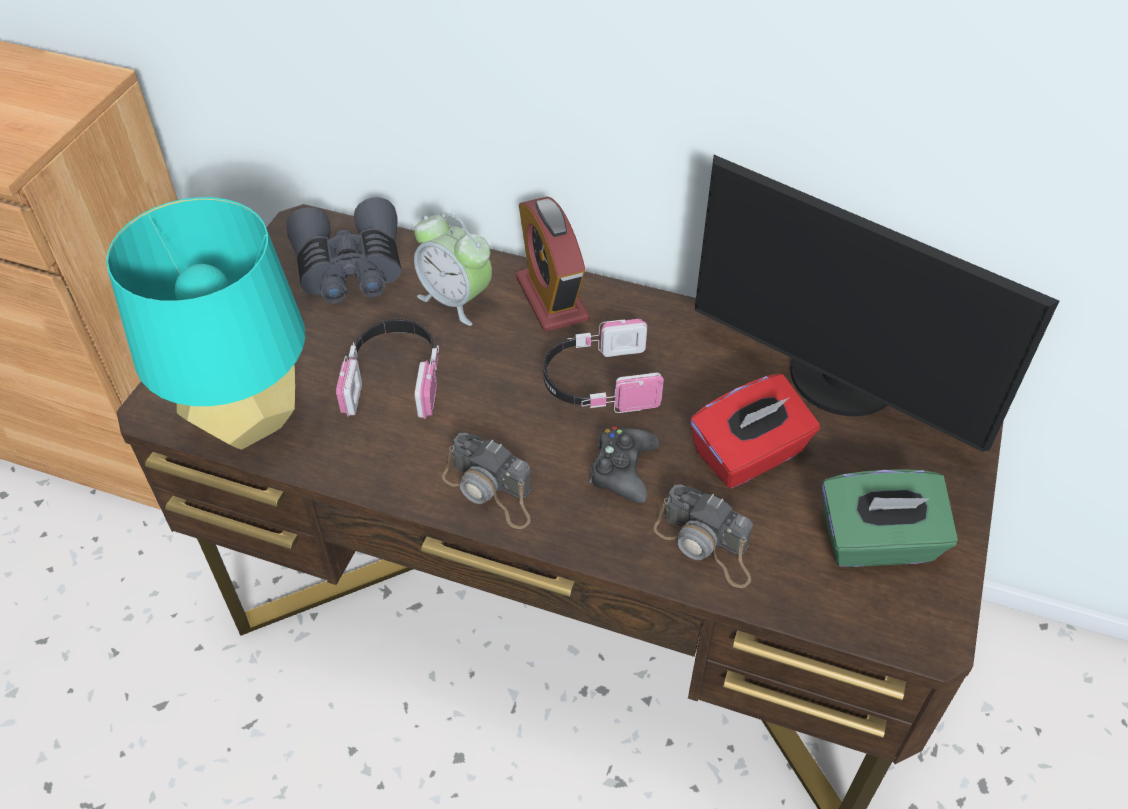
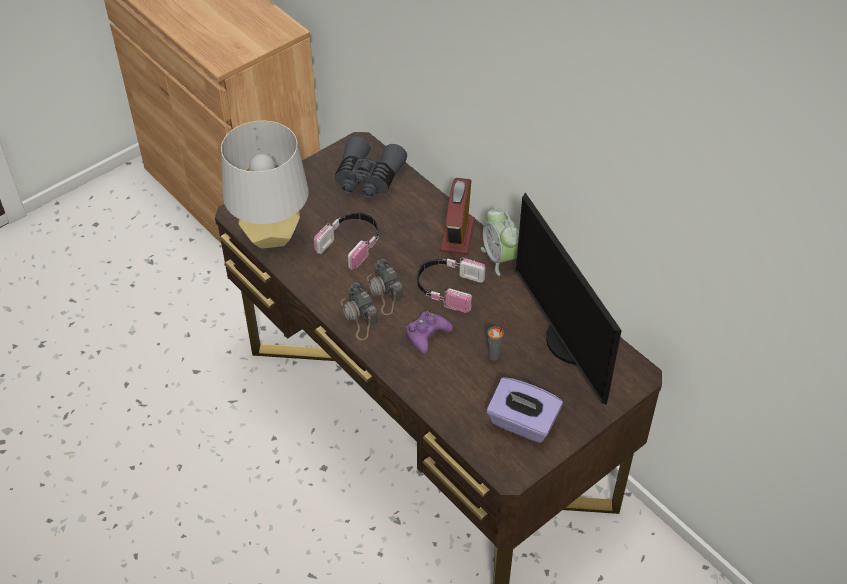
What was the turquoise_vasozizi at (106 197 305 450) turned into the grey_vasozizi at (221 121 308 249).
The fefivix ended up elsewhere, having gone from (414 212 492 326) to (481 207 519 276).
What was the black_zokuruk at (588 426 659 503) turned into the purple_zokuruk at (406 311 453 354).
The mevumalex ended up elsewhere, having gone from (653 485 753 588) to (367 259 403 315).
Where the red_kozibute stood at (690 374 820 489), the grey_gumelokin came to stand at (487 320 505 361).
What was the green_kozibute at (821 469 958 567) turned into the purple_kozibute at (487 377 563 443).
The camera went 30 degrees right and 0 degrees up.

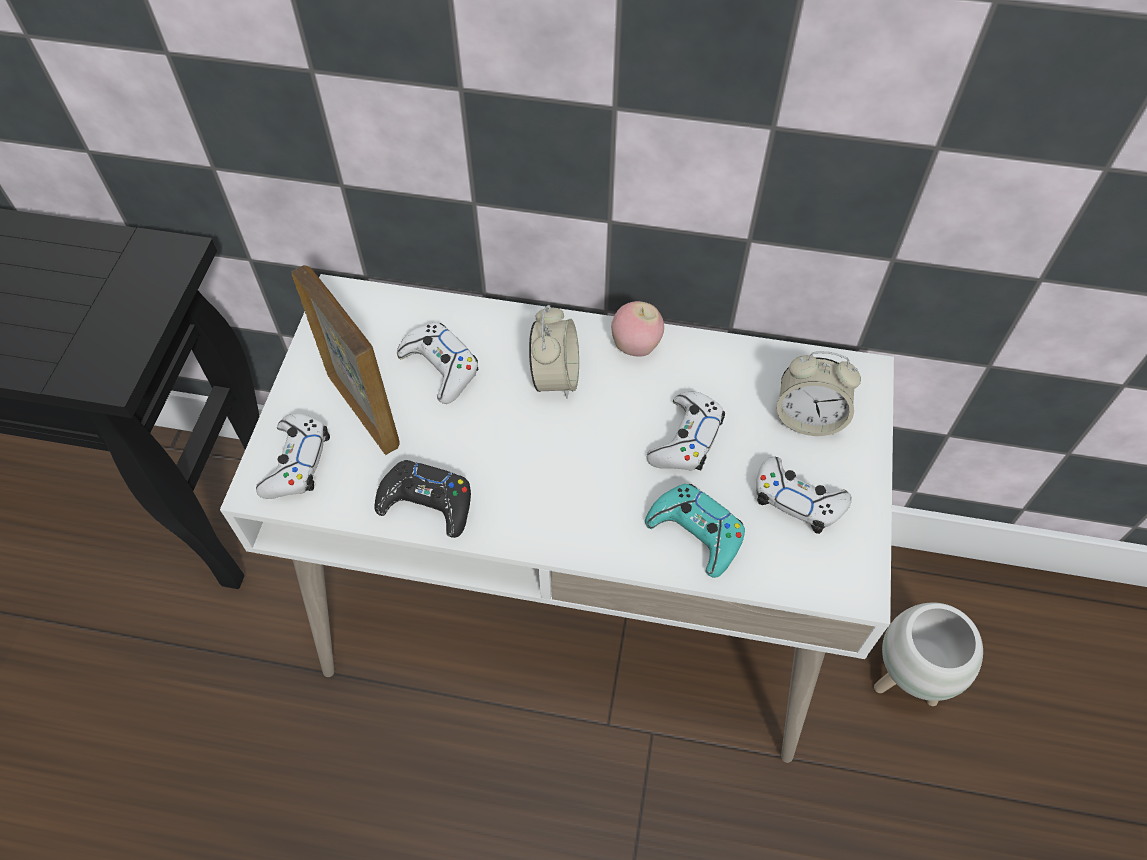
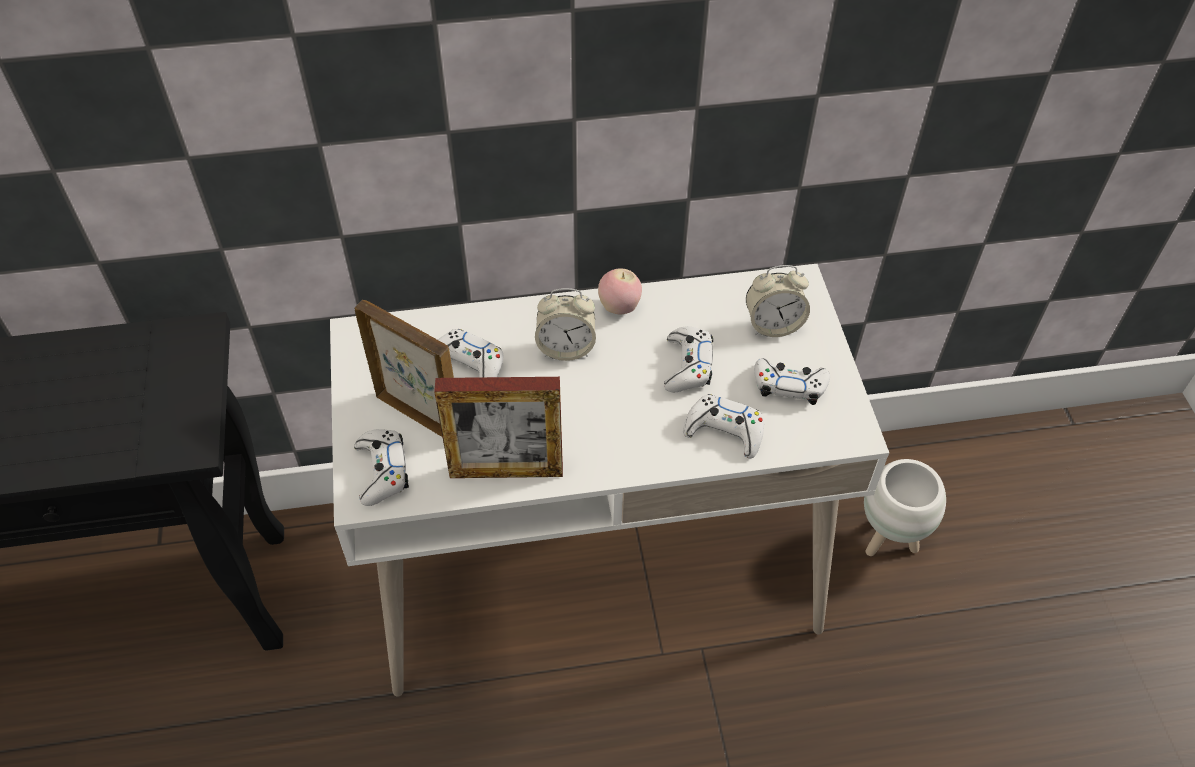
Where the black_zokuruk stood at (375 460 471 538), the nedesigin came to stand at (434 377 563 478).
The fefivix at (529 305 579 399) ended up facing another way, 105 degrees clockwise from before.
What was the turquoise_zokuruk at (645 484 745 578) turned into the white_zokuruk at (683 394 764 459).
The camera went 20 degrees left and 5 degrees down.

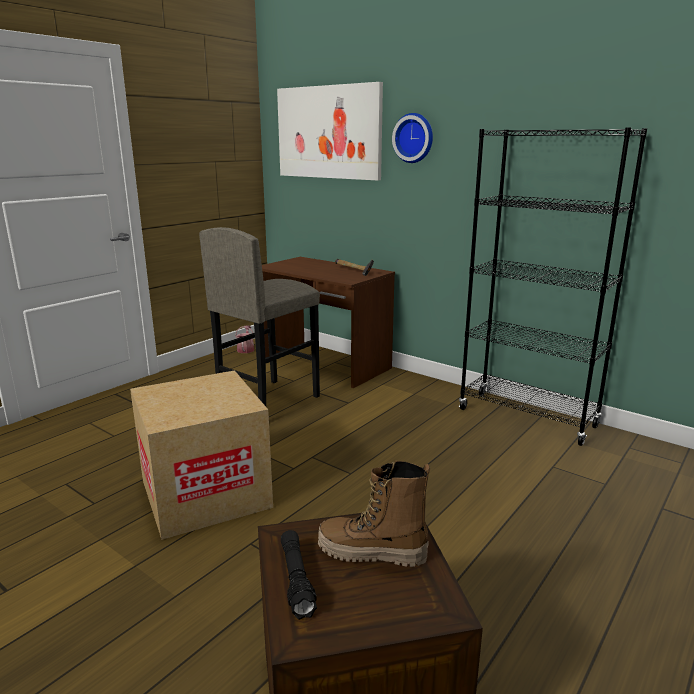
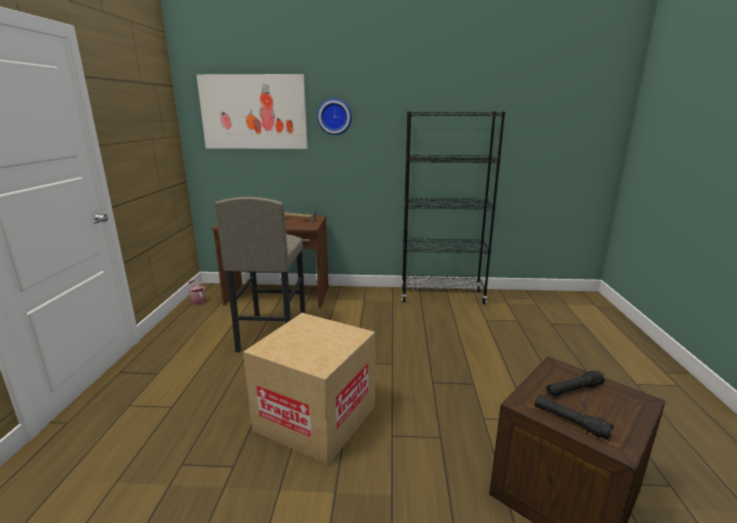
Where the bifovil stood at (318 461 430 567), the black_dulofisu came to stand at (546 370 605 397).
The camera went 35 degrees left and 0 degrees up.

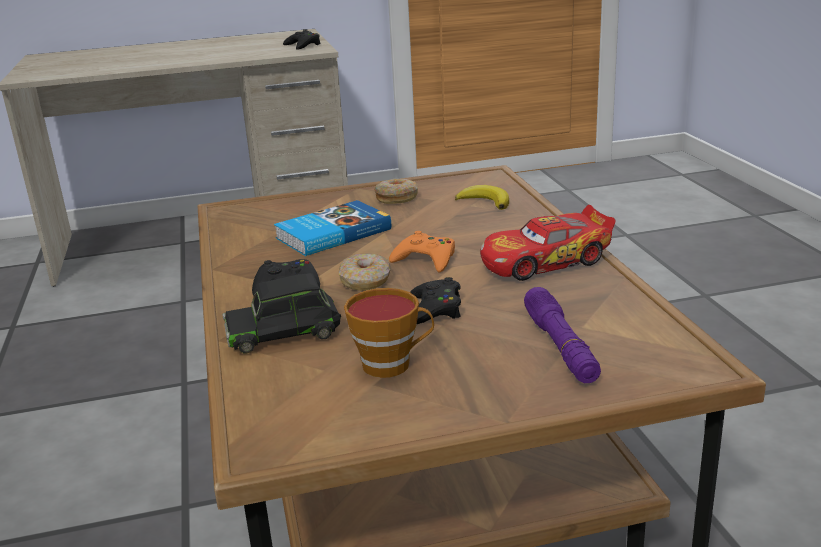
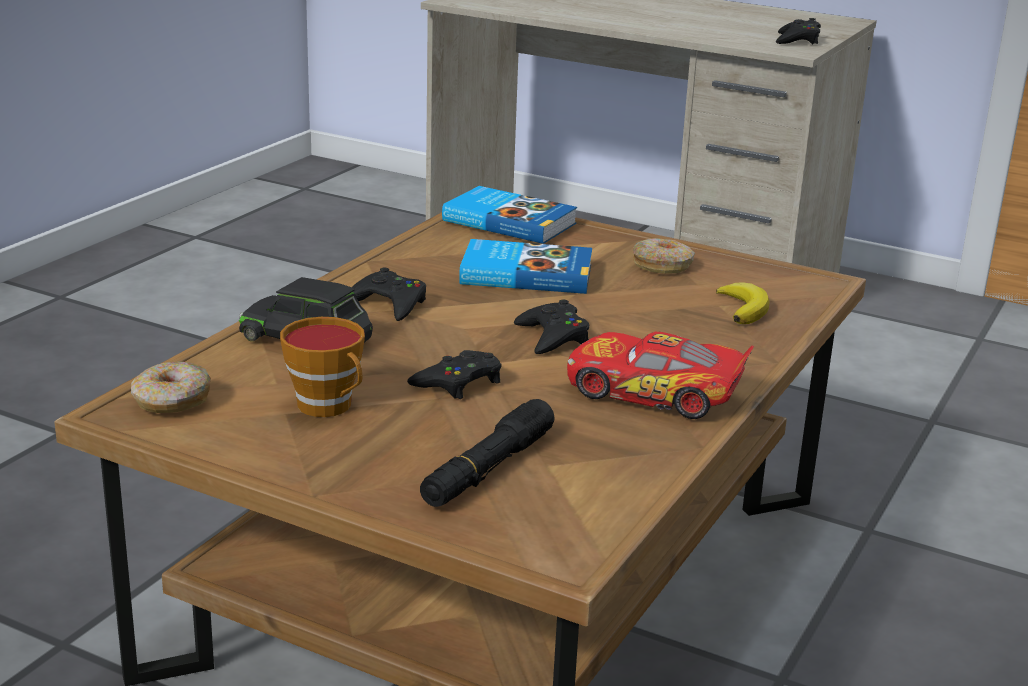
The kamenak ended up elsewhere, having gone from (339 253 391 291) to (131 362 211 413).
What was the orange_zokuruk at (389 231 455 273) turned into the black_zokuruk at (514 300 589 354).
What was the purple_dulofisu at (524 287 601 383) turned into the black_dulofisu at (420 399 554 507).
The second view gained the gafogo at (442 186 577 244).
The camera went 40 degrees right and 0 degrees up.

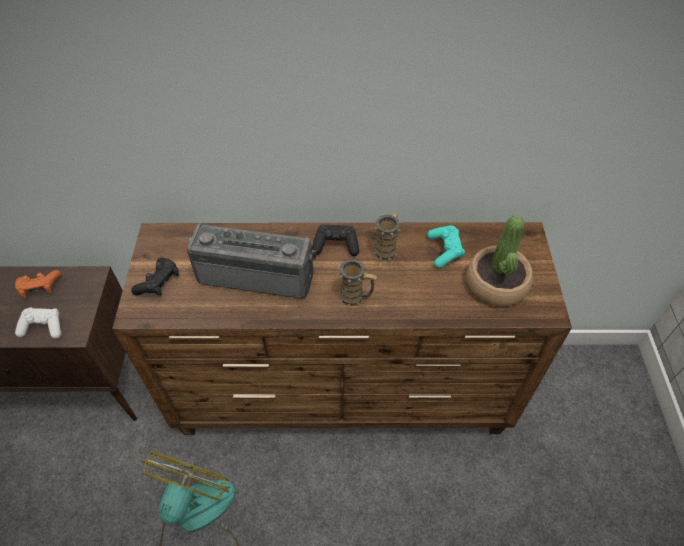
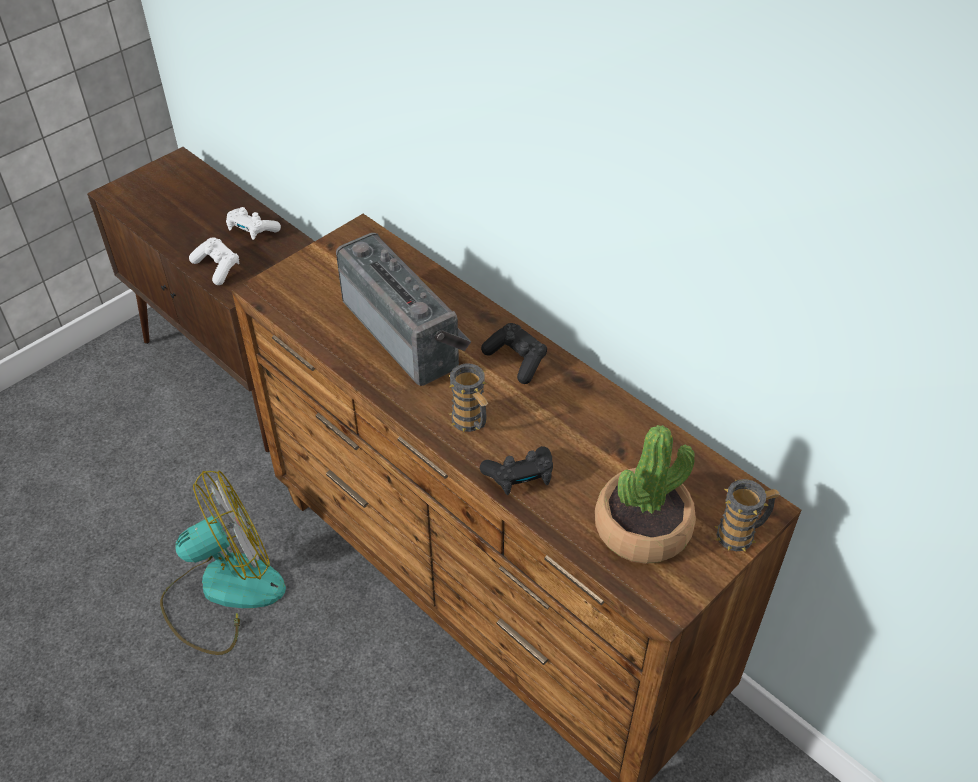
What was the orange_zokuruk at (15 270 61 298) turned into the white_zokuruk at (226 207 281 240).
The black_zokuruk ended up elsewhere, having gone from (131 258 179 296) to (480 446 553 495).
The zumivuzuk ended up elsewhere, having gone from (373 213 400 260) to (715 479 780 552).
The second view lost the turquoise_zokuruk at (427 225 465 269).
The camera went 45 degrees right and 5 degrees down.

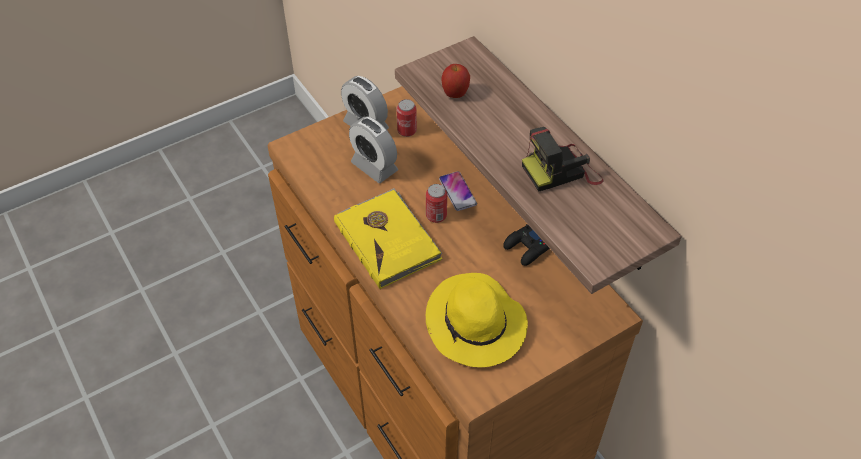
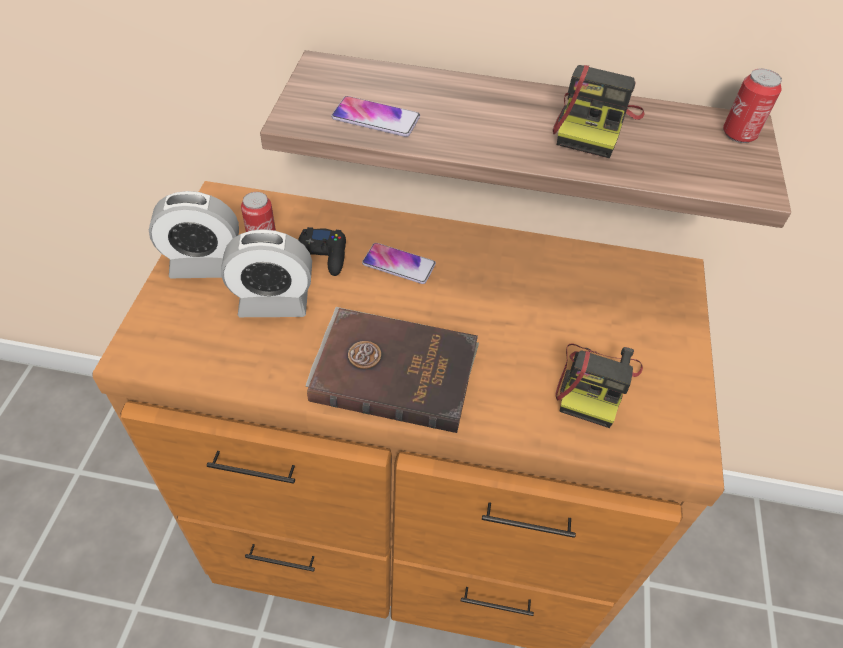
What was the yellow_gafogo at (334 188 442 289) turned into the brown_gafogo at (306 307 479 433).
The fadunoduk ended up elsewhere, having gone from (426 184 447 223) to (723 68 782 143).
Where the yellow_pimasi stood at (426 273 528 367), the mevumalex came to stand at (556 343 643 428).
Where the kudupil stood at (442 64 470 98), the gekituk came to stand at (331 96 420 137).
The black_zokuruk ended up elsewhere, having gone from (503 224 549 266) to (298 227 346 276).
The camera went 50 degrees left and 0 degrees up.

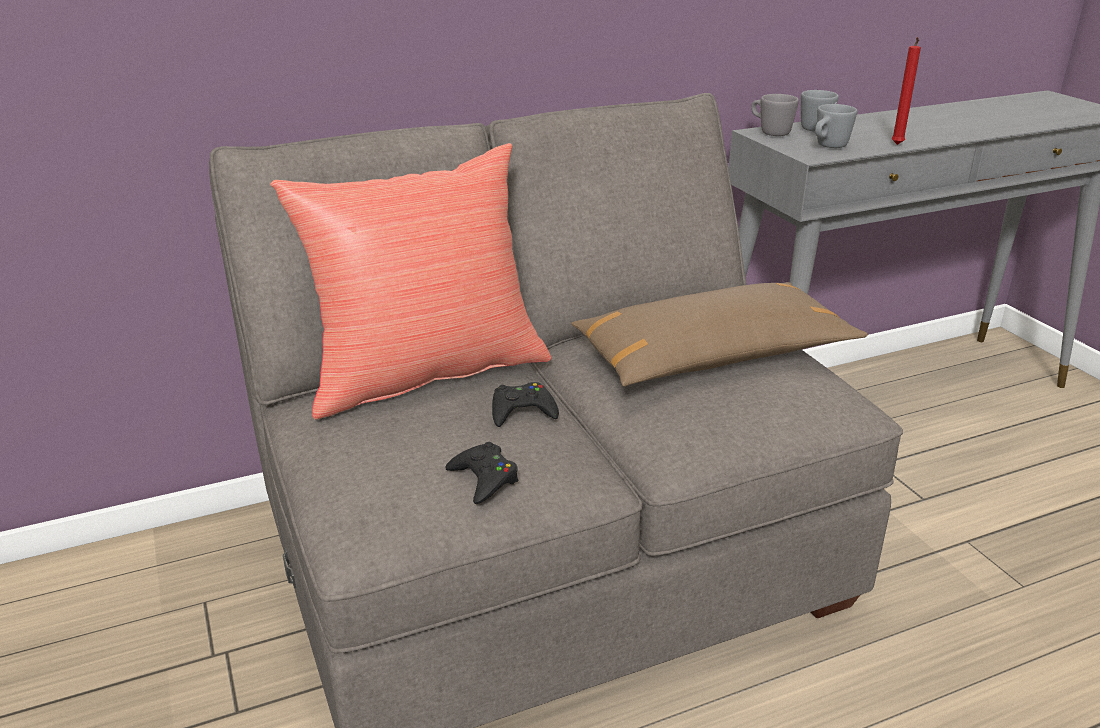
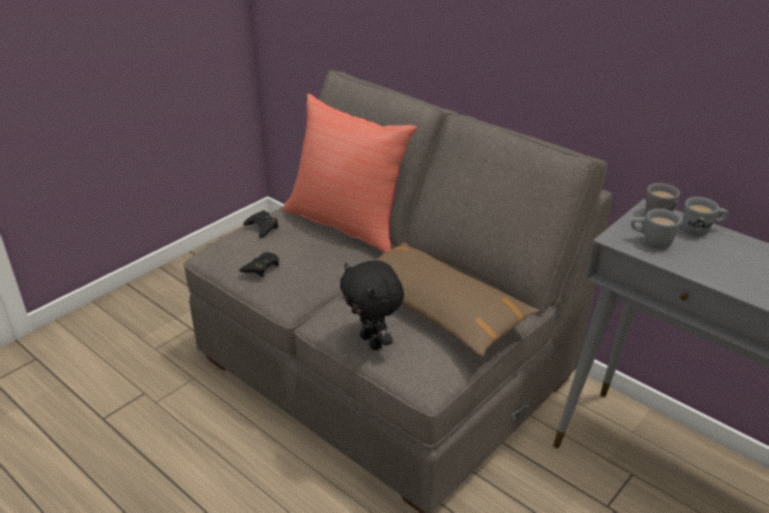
The black_zokuruk ended up elsewhere, having gone from (492 382 559 427) to (243 210 279 238).
The second view lost the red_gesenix at (891 37 921 145).
The second view gained the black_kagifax at (340 261 404 350).
The camera went 65 degrees right and 5 degrees up.

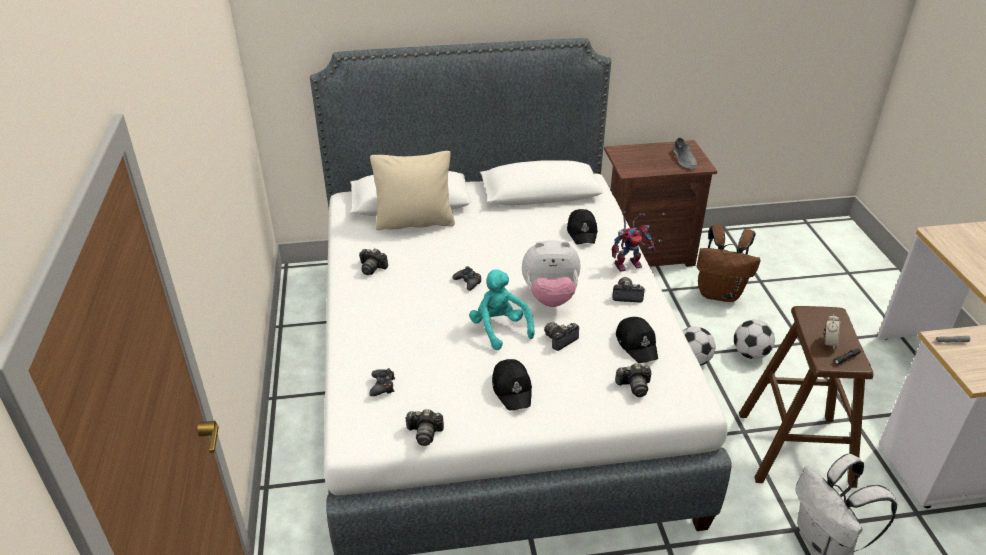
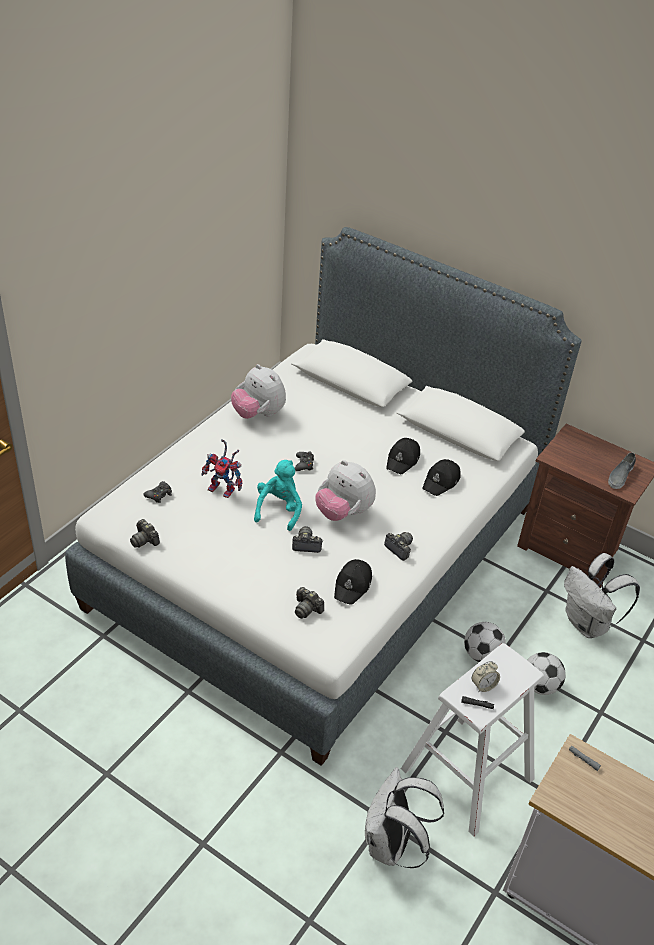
Where the mevumalex stood at (359 248 388 275), the kagifax came to stand at (231 364 286 419).
The second view lost the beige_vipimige at (370 151 455 230).
The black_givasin ended up elsewhere, having gone from (492 359 532 410) to (386 438 420 474).
The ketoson ended up elsewhere, having gone from (612 211 656 272) to (201 439 242 498).
What was the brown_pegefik at (697 225 760 302) turned into the white_pegefik at (564 553 640 638).
What was the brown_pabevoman at (739 306 873 488) turned into the white_pabevoman at (401 643 544 837).
The camera went 40 degrees right and 5 degrees up.

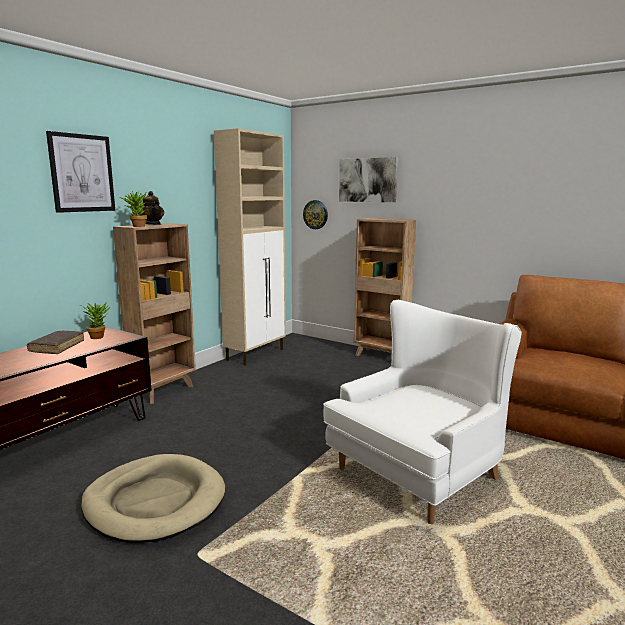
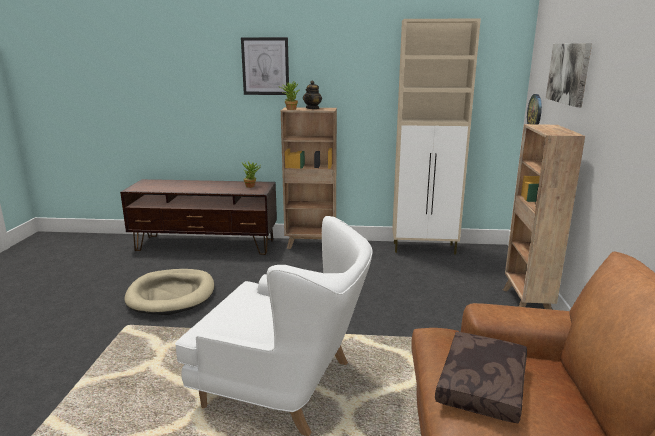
The second view lost the brown_gafogo at (27 331 84 354).
The second view gained the brown_vipimige at (435 332 527 423).
The camera went 60 degrees right and 5 degrees up.

